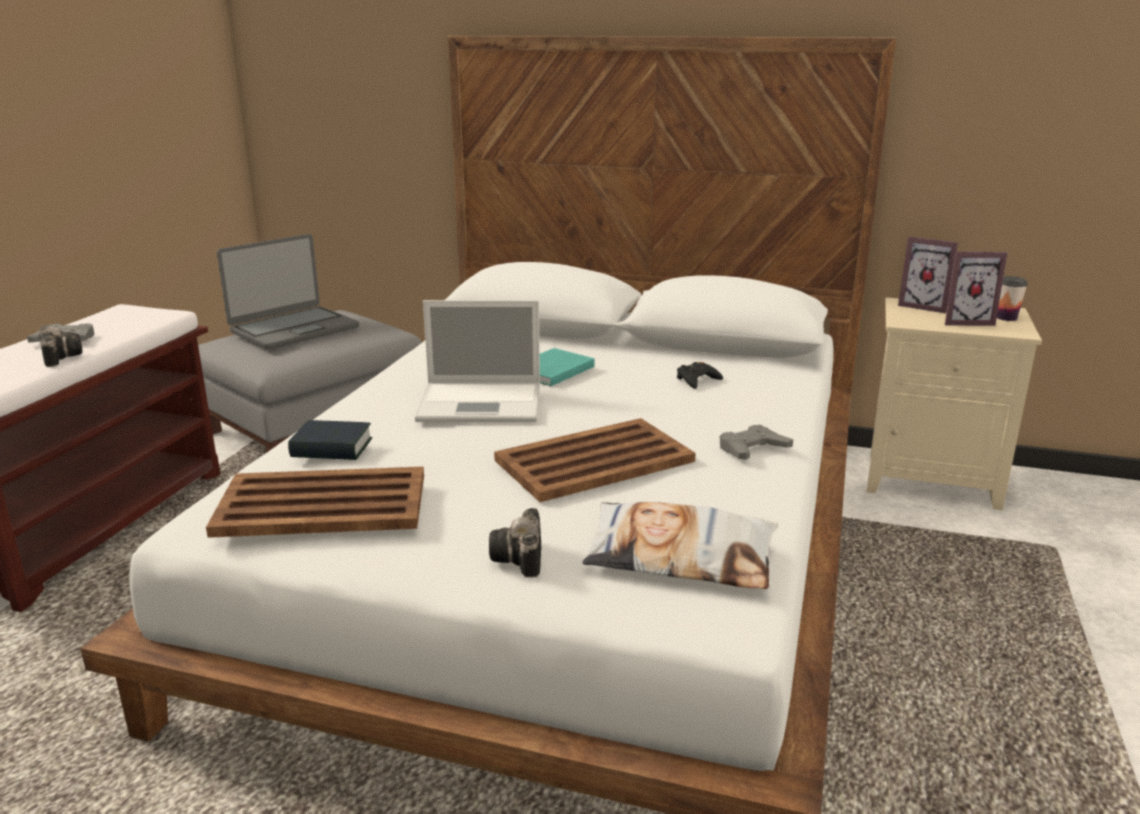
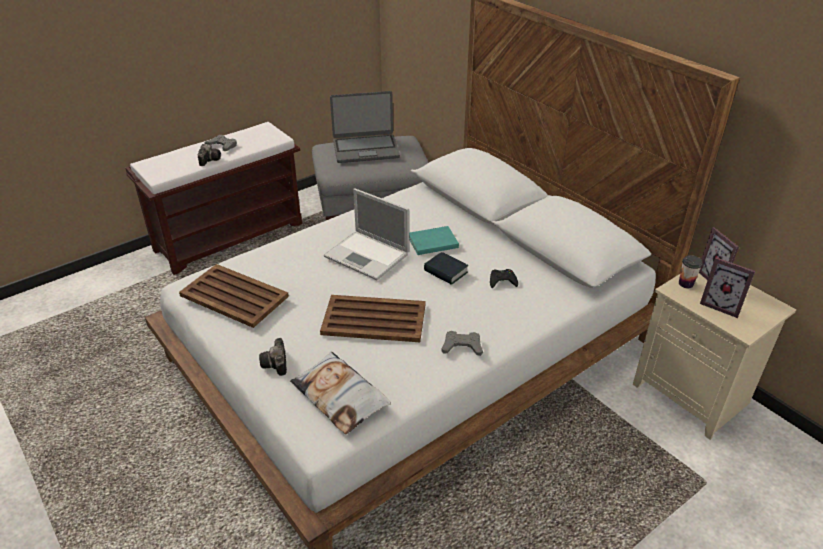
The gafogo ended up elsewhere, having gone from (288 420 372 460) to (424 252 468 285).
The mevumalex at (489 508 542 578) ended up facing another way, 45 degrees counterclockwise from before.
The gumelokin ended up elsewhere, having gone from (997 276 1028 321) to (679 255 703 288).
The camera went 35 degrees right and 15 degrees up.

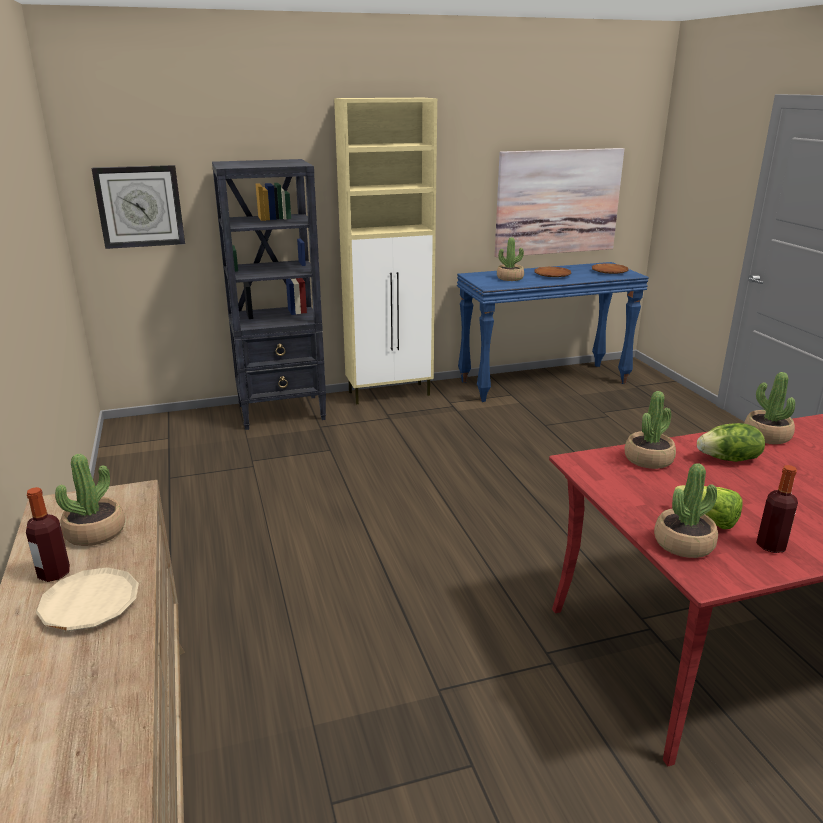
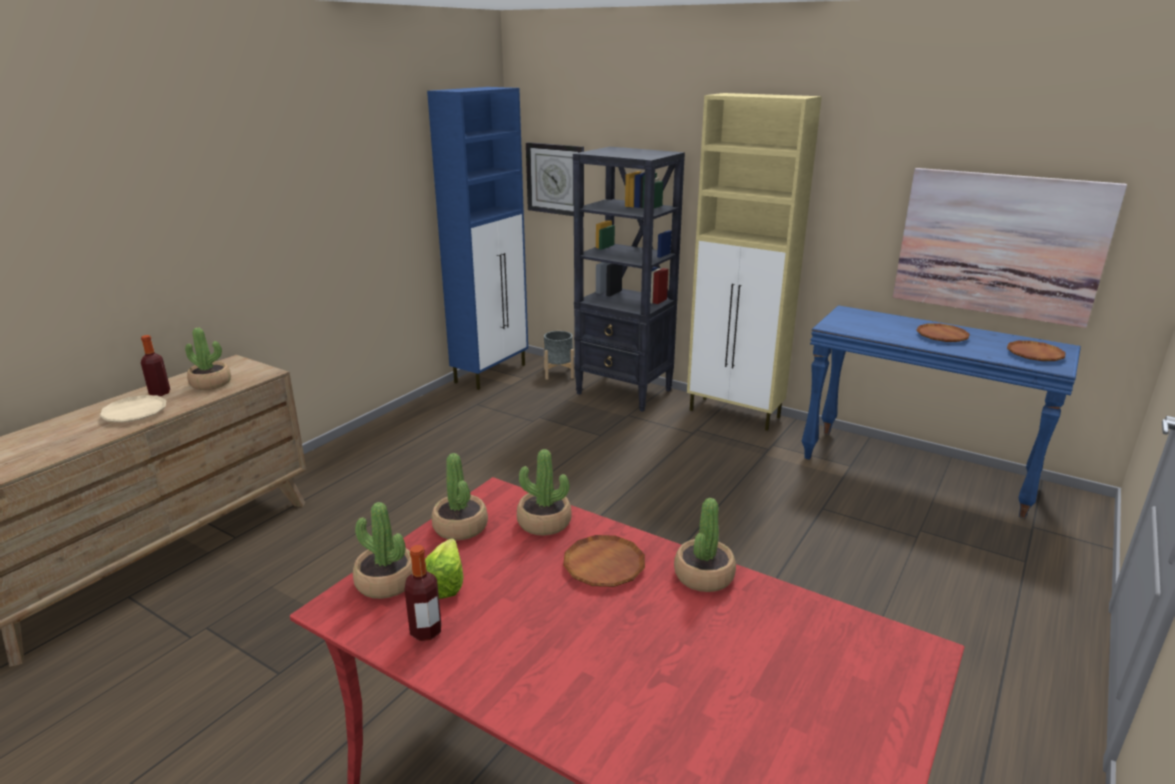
The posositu ended up elsewhere, having gone from (497 237 524 281) to (432 453 488 540).
Where the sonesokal stood at (697 423 765 462), the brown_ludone came to stand at (563 535 645 587).
The second view gained the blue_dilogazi at (427 87 528 390).
The second view gained the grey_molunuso at (543 331 574 380).
The camera went 50 degrees right and 0 degrees up.

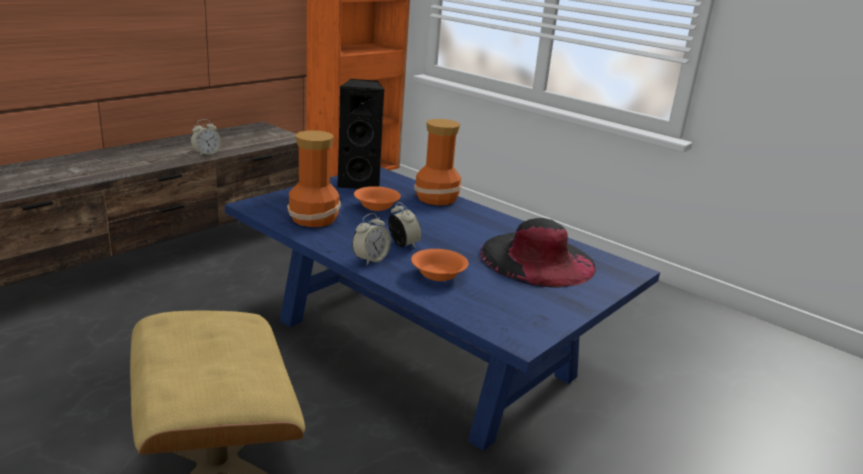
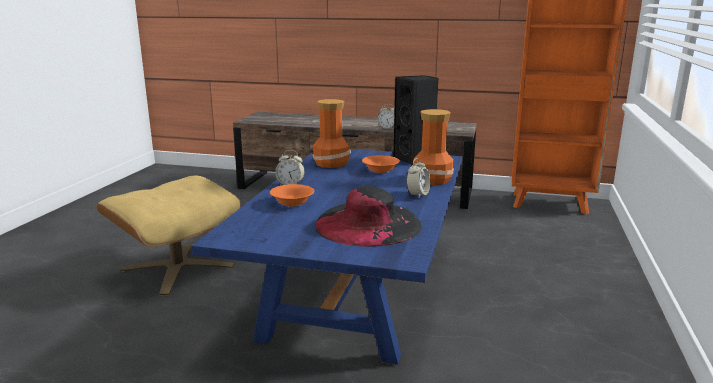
The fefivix ended up elsewhere, having gone from (388 202 421 248) to (406 158 430 198).
The camera went 65 degrees right and 5 degrees down.

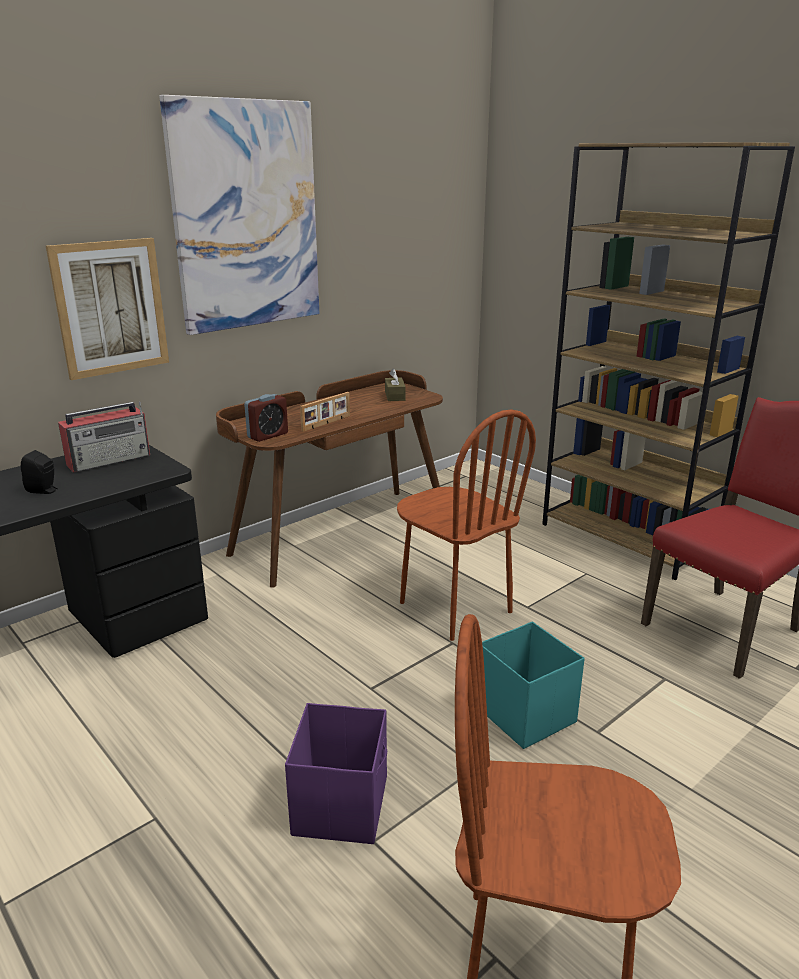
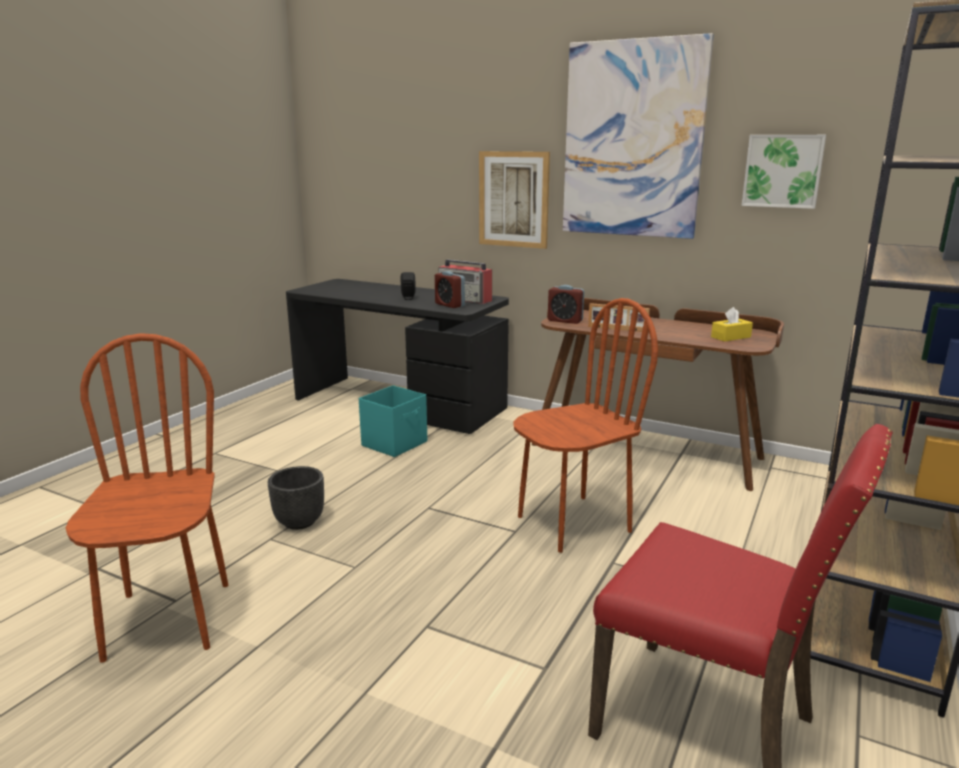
Where the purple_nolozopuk stood at (285 703 387 844), the black_molunuso came to stand at (268 466 324 530).
What was the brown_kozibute at (385 368 406 401) turned into the yellow_kozibute at (711 307 753 342).
The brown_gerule at (397 410 536 641) ended up facing another way, 150 degrees counterclockwise from before.
The turquoise_nolozopuk ended up elsewhere, having gone from (482 622 585 749) to (359 385 427 457).
The second view gained the fefivix at (435 271 465 308).
The second view gained the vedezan at (741 135 826 209).
The camera went 70 degrees right and 5 degrees down.

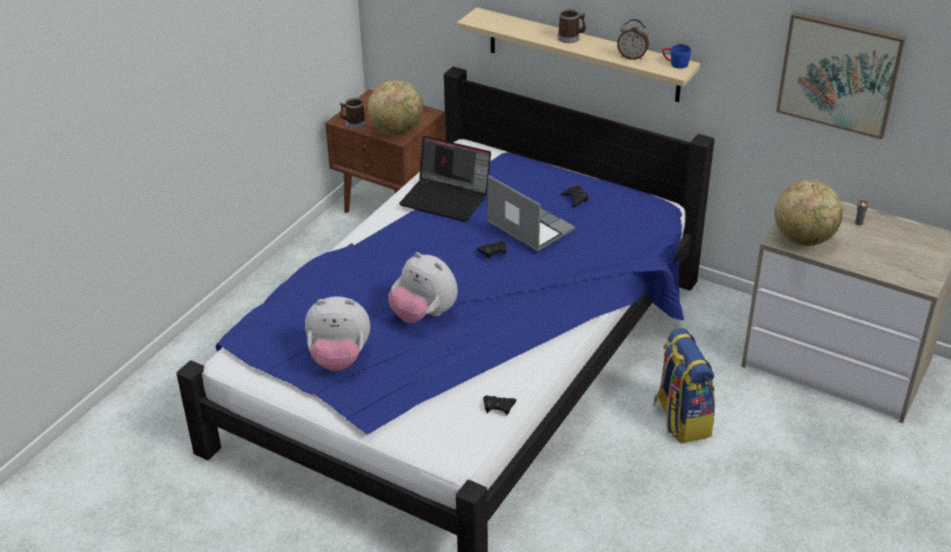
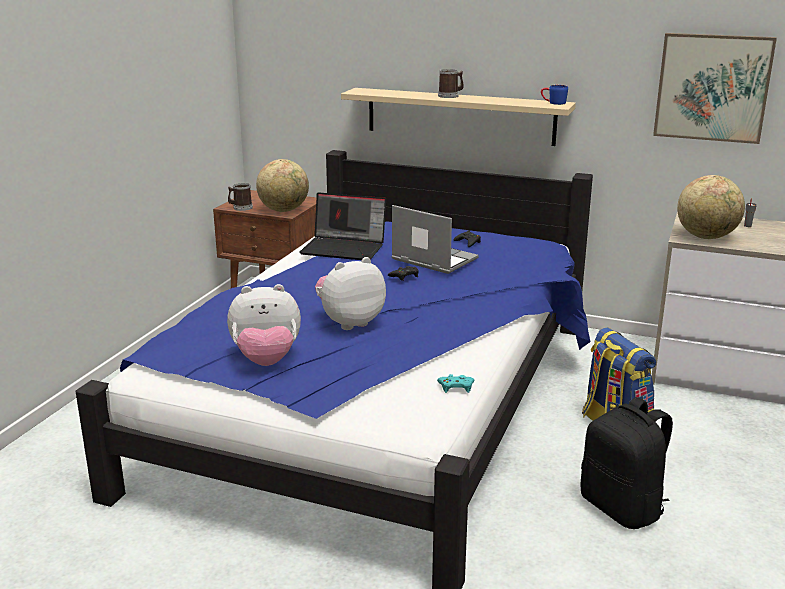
The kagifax at (388 252 458 323) ended up facing another way, 120 degrees clockwise from before.
What was the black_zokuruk at (483 396 516 415) turned into the turquoise_zokuruk at (437 374 474 393).
The second view lost the fefivix at (617 19 649 60).
The second view gained the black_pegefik at (581 397 673 529).
The camera went 10 degrees left and 15 degrees down.

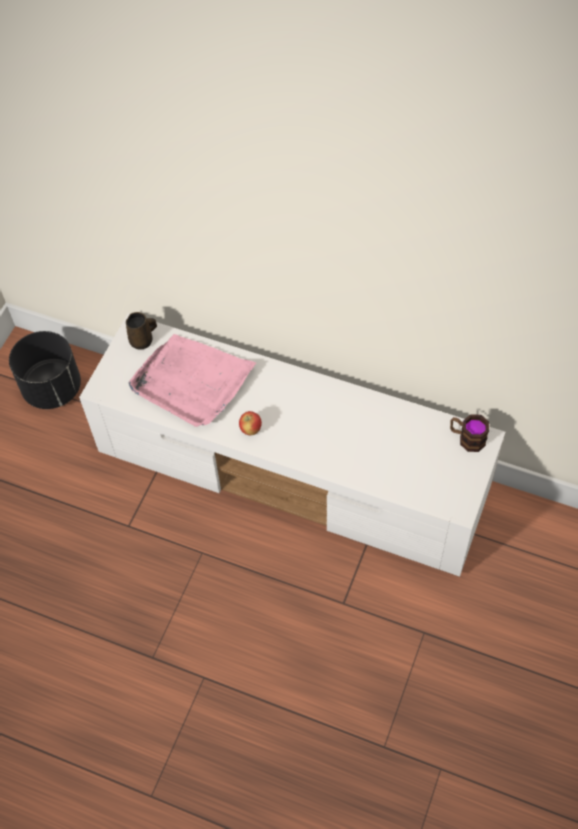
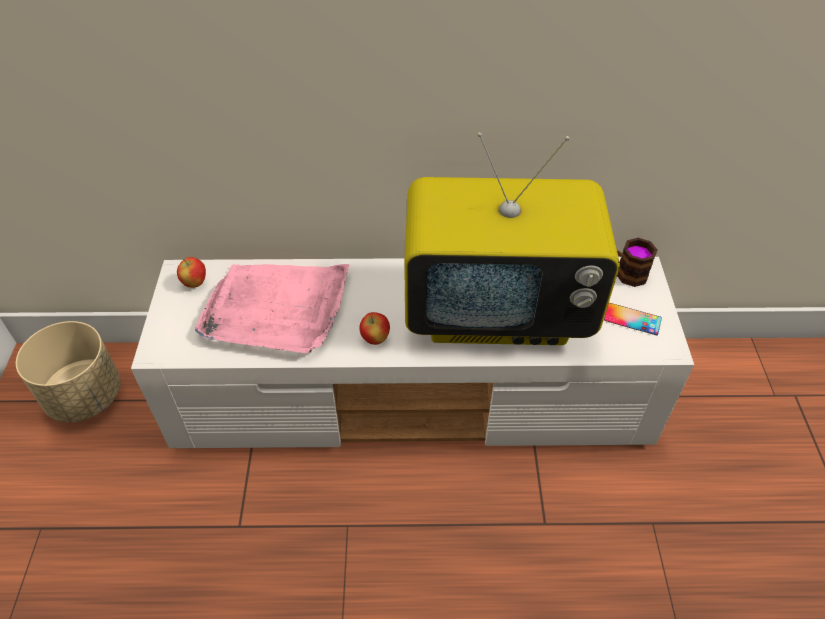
What was the black_molunuso at (9 331 81 409) turned into the beige_molunuso at (16 321 121 422).
Where the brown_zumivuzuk stood at (126 312 157 349), the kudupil came to stand at (177 257 206 288).
The second view gained the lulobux at (404 132 620 345).
The second view gained the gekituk at (604 303 662 335).
The camera went 25 degrees left and 10 degrees down.

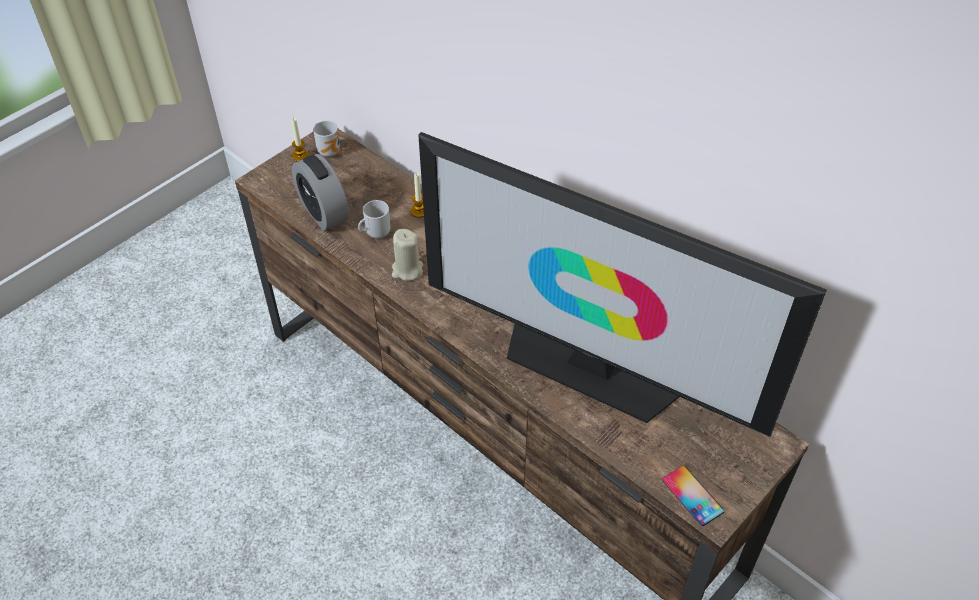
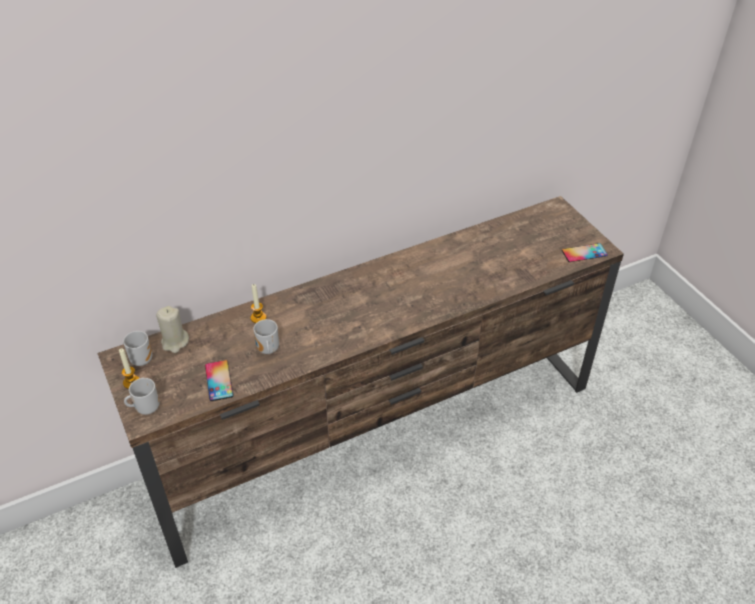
Where the fefivix stood at (292 154 349 231), the gekituk came to stand at (205 360 234 401).
The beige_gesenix ended up elsewhere, having gone from (392 229 423 281) to (156 306 189 353).
The second view lost the lulobux at (418 132 827 437).
The second view gained the zumivuzuk at (124 378 159 415).
The camera went 70 degrees left and 5 degrees down.

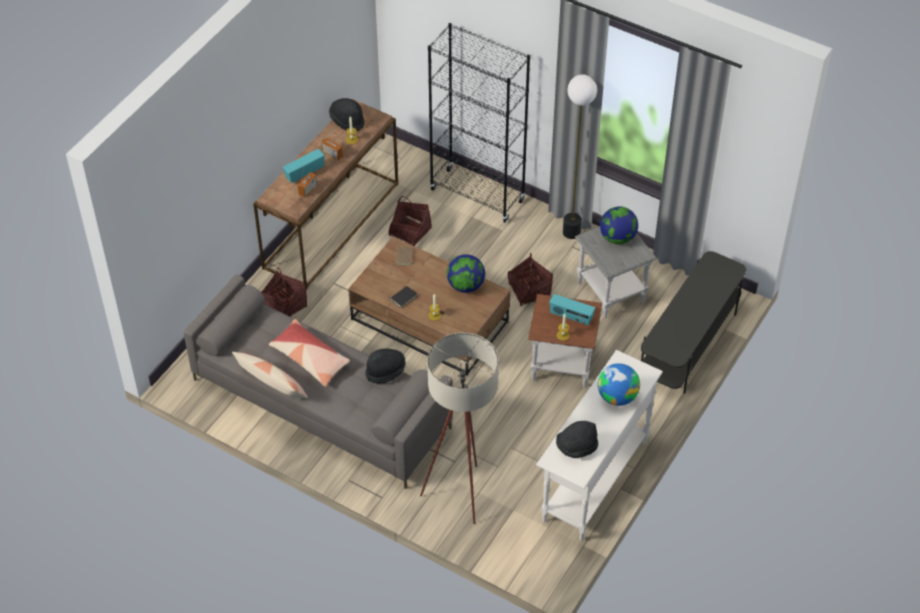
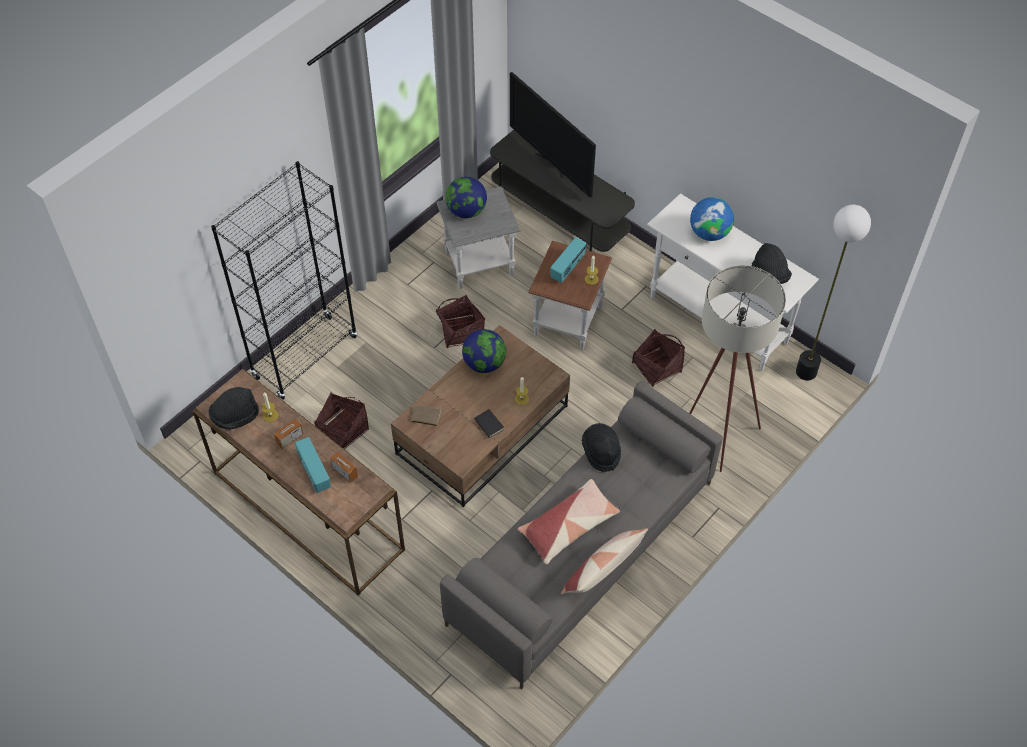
The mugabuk ended up elsewhere, having gone from (261 268 307 317) to (632 329 685 387).
The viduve ended up elsewhere, having gone from (563 74 597 239) to (796 205 871 380).
The second view gained the lulobux at (510 72 596 198).
The camera went 80 degrees left and 5 degrees up.

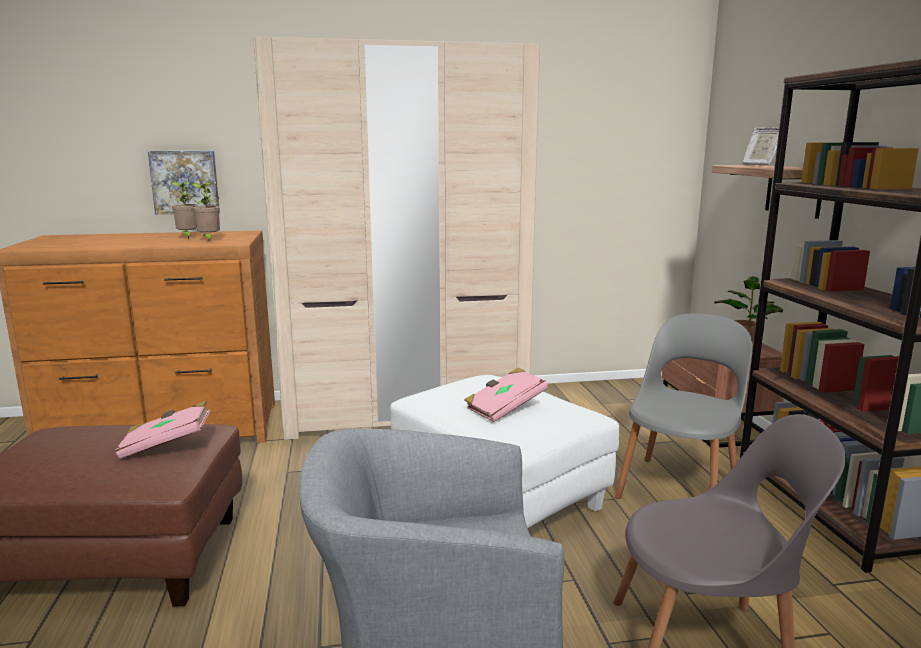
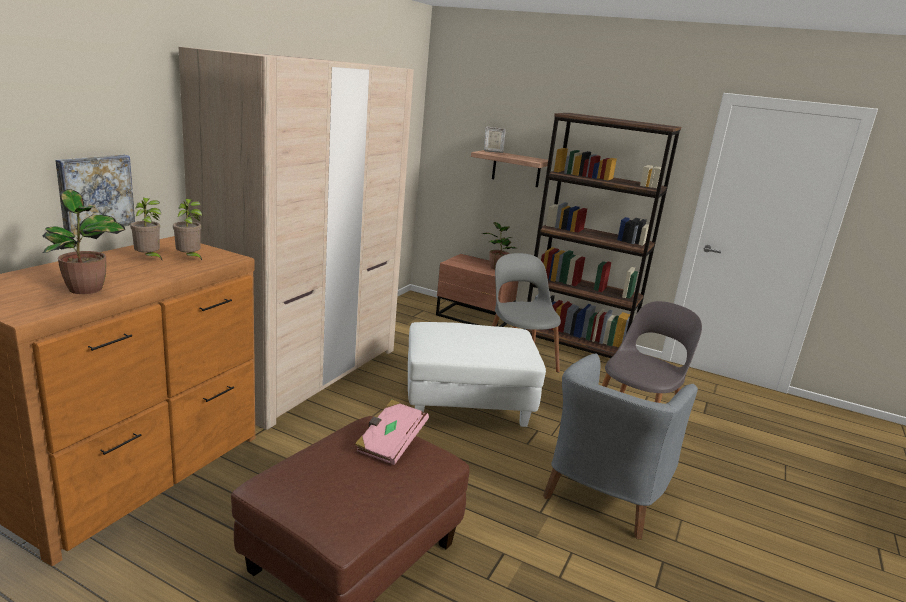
The second view lost the pink_gafogo at (464 368 548 422).
The second view gained the posositu at (42 189 125 294).
The camera went 55 degrees left and 5 degrees up.

